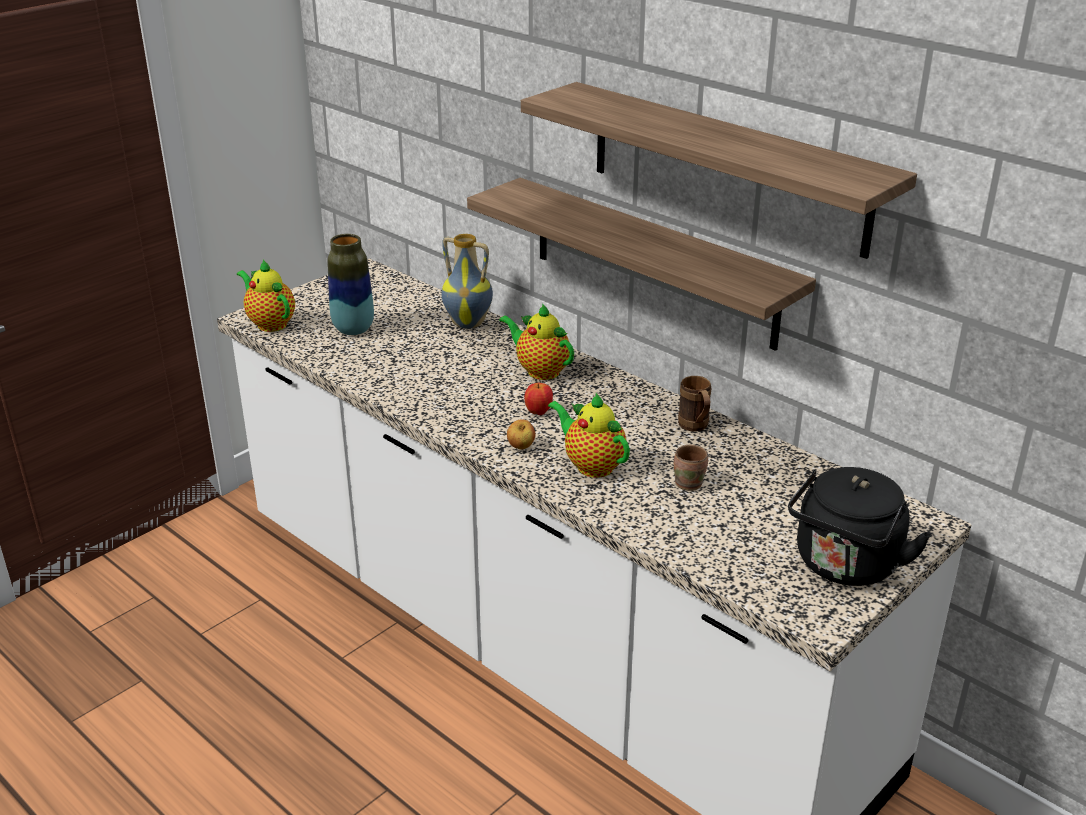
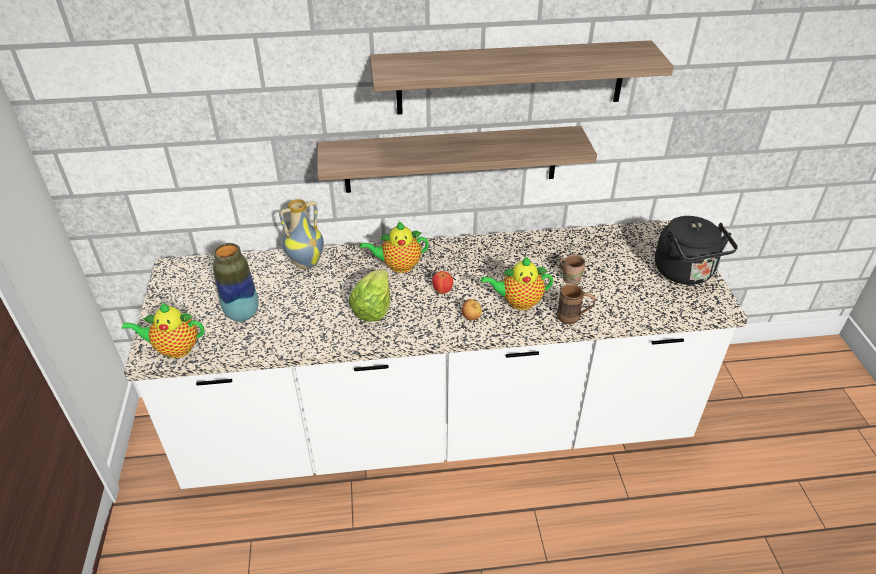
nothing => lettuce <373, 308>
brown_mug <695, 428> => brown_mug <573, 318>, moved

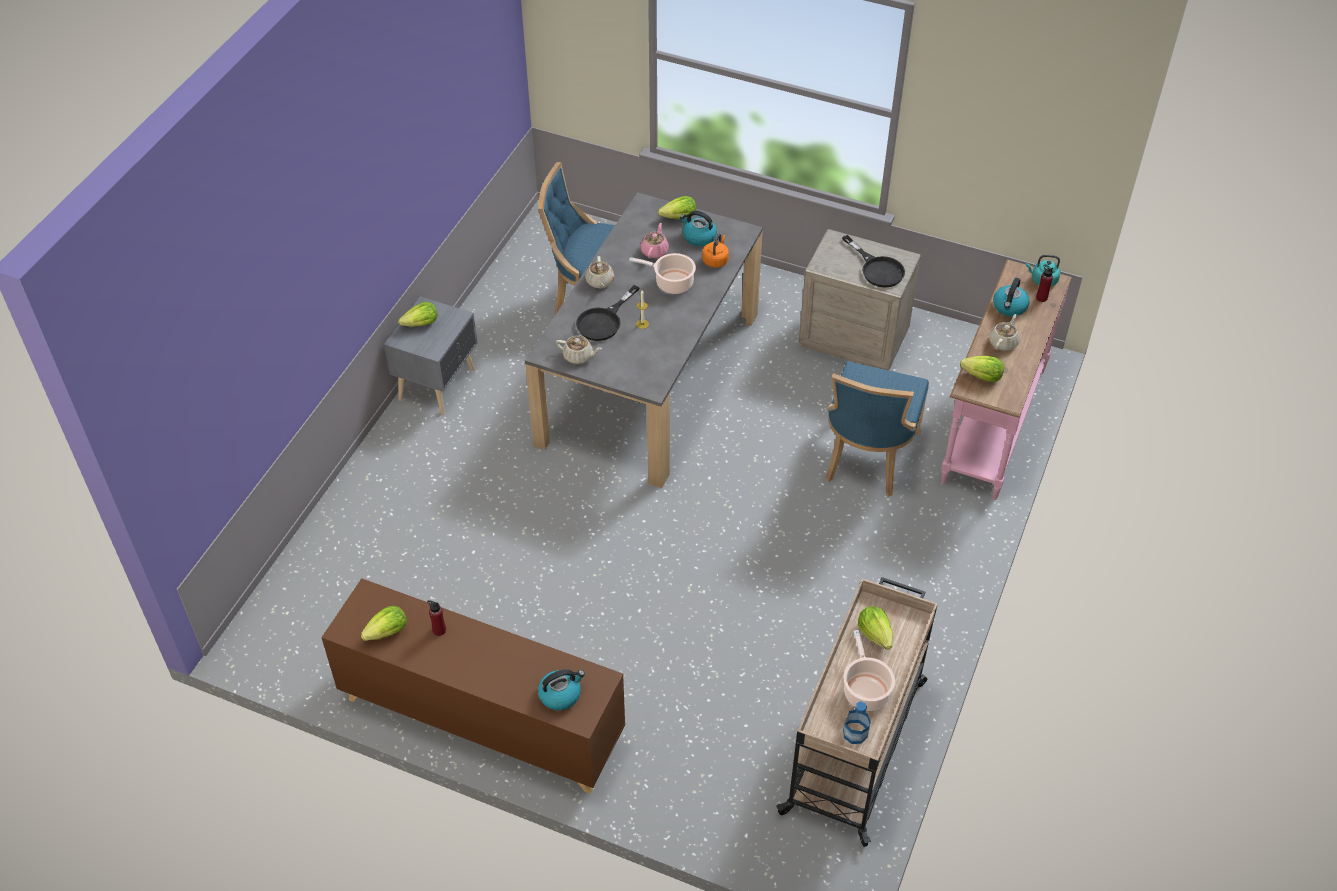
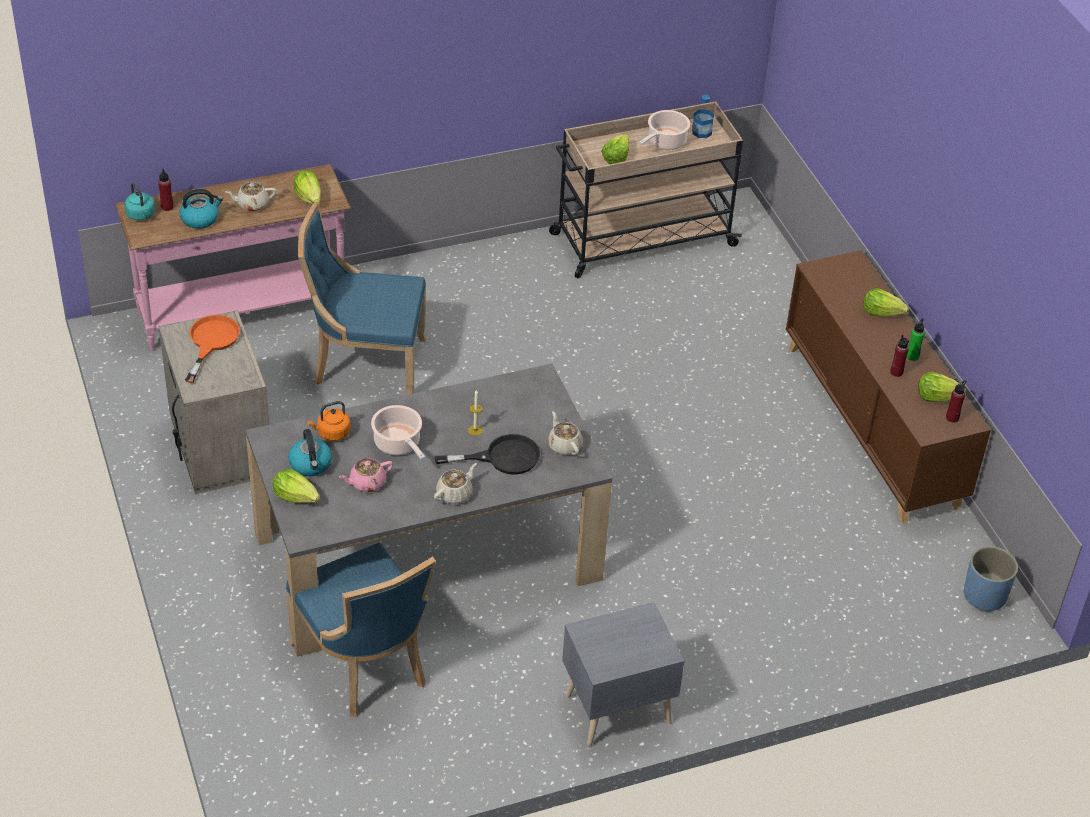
black_frying_pan <877, 269> => orange_frying_pan <211, 342>
blue_chair <867, 458> => blue_chair <365, 364>, 150 degrees counterclockwise
lettuce <421, 324> => lettuce <882, 312>, moved
nothing => green_bottle <912, 356>
nothing => red_bottle <952, 418>
nothing => blue_planter <984, 595>
kettle <560, 694> => nothing

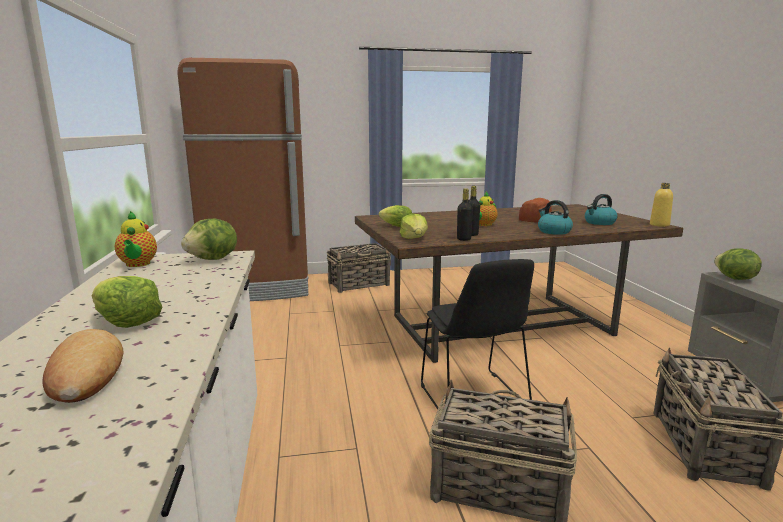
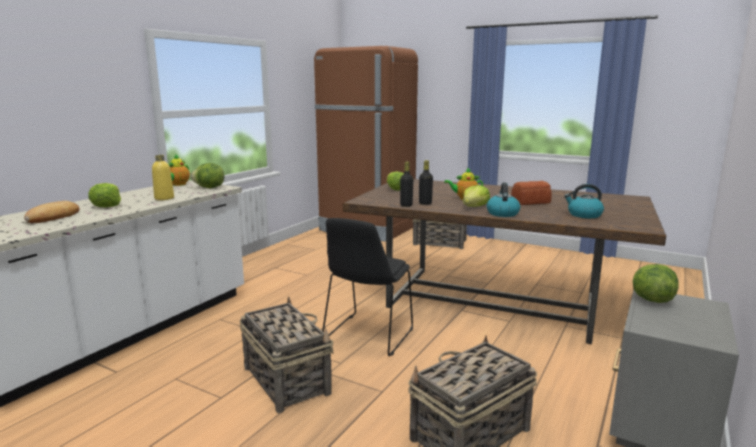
yellow_bottle <659, 225> => yellow_bottle <164, 198>, moved
lettuce <414, 238> => lettuce <474, 207>, moved

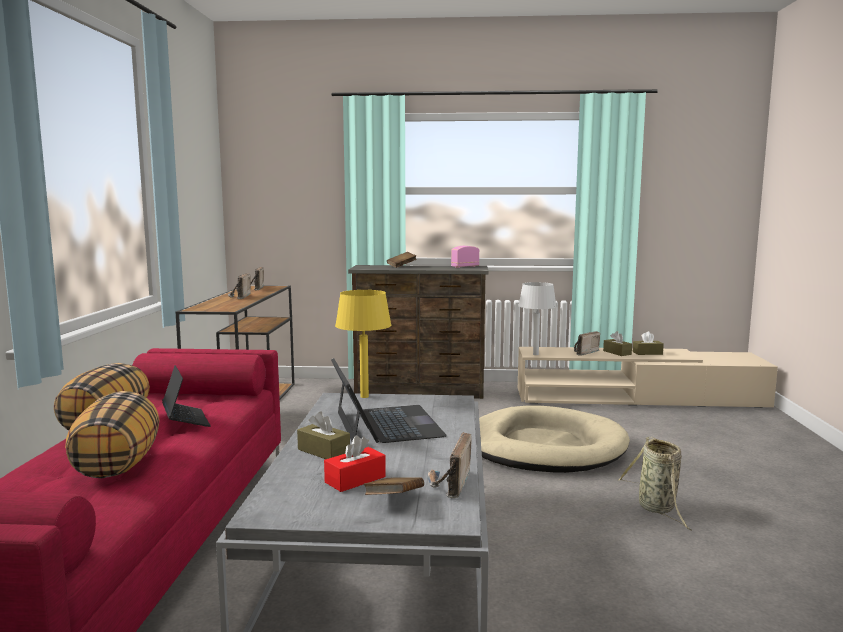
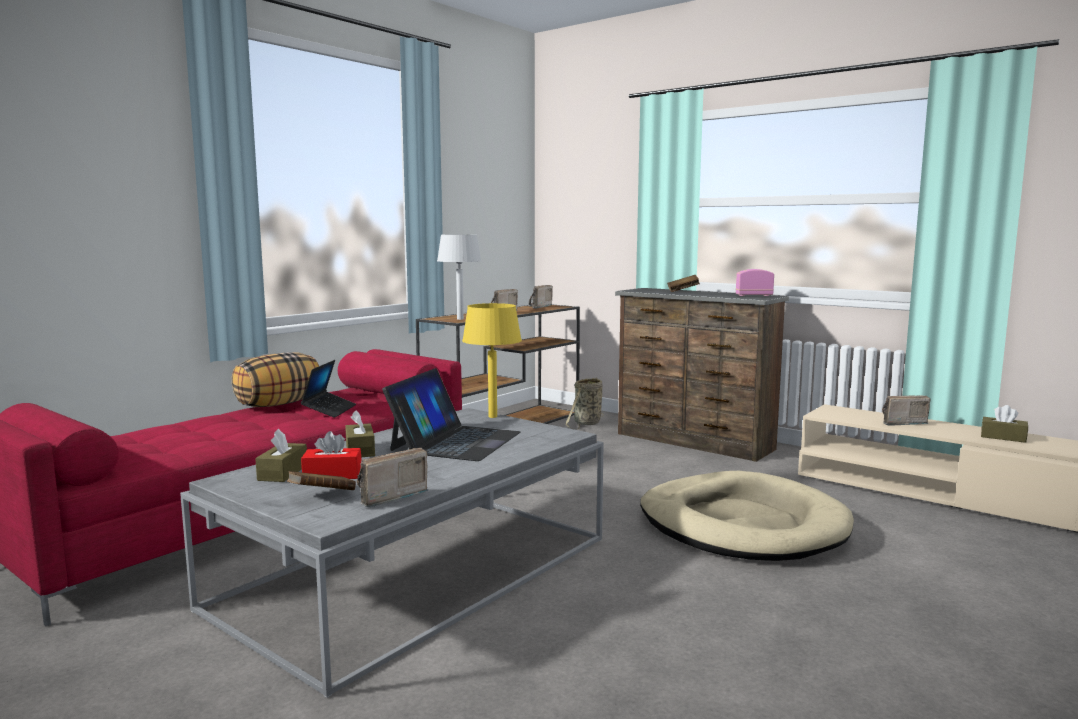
brown_tissue_box <617, 352> => brown_tissue_box <283, 472>, moved
grey_table_lamp <535, 354> => grey_table_lamp <459, 319>, moved
basket <658, 509> => basket <586, 423>, moved
pillow <117, 465> => nothing

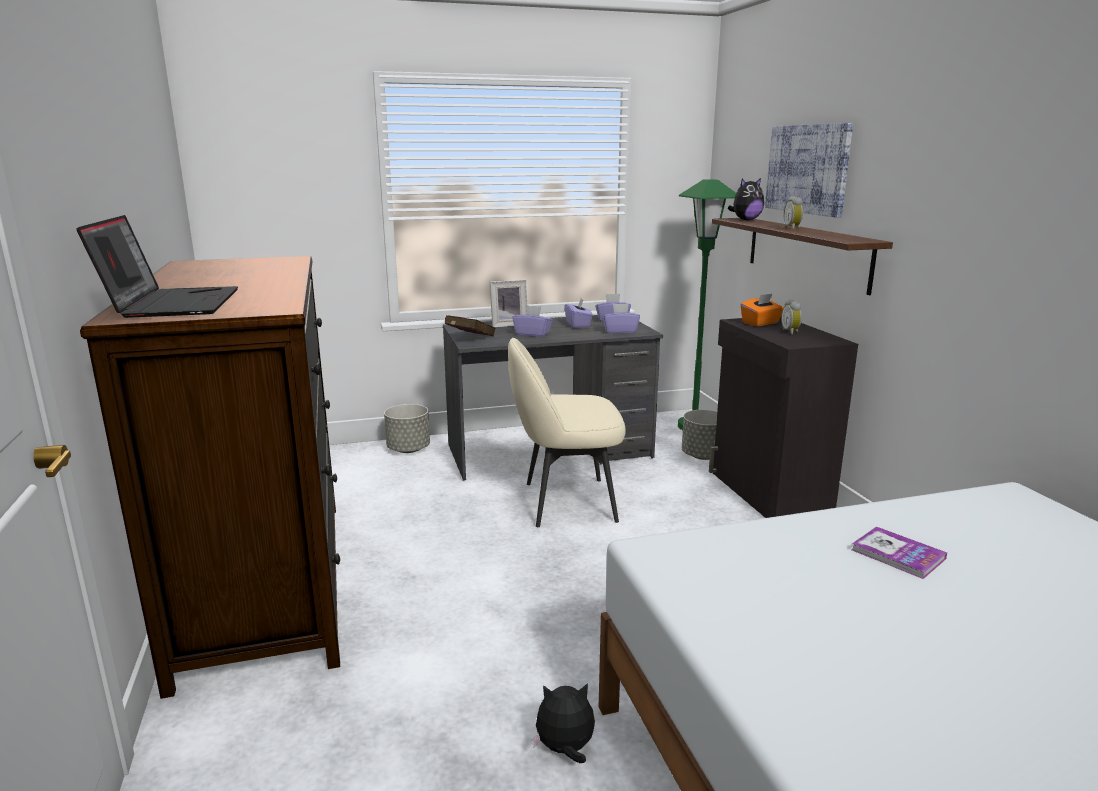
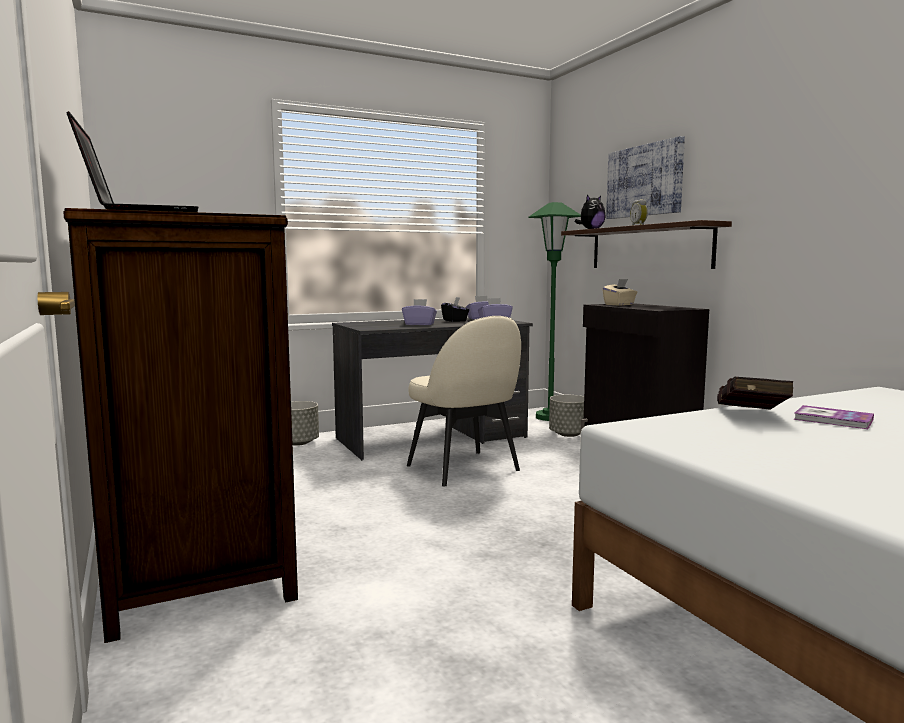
beige_chair <566, 502> => beige_chair <464, 469>, 105 degrees counterclockwise
purple_tissue_box <578, 325> => black_tissue_box <455, 321>
orange_tissue_box <761, 323> => beige_tissue_box <619, 304>
red_book <469, 340> => red_book <751, 415>, moved
picture_frame <508, 325> => nothing
plush_toy <565, 750> => nothing
alarm_clock <791, 332> => nothing

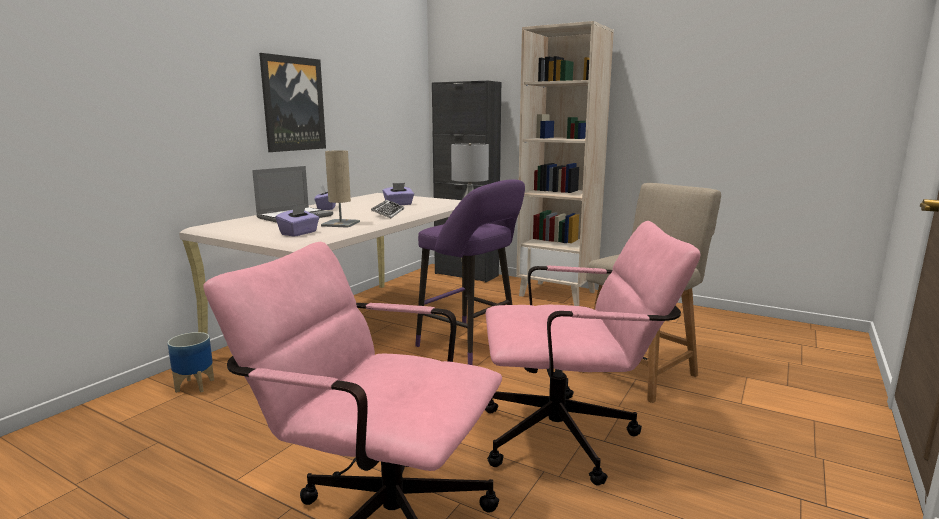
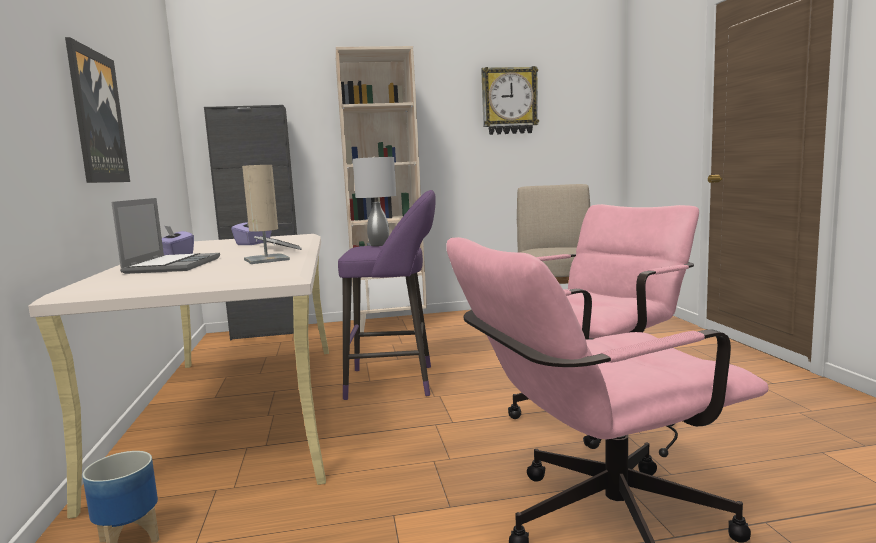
nothing => wall_clock <509, 101>
purple_tissue_box <299, 233> => nothing

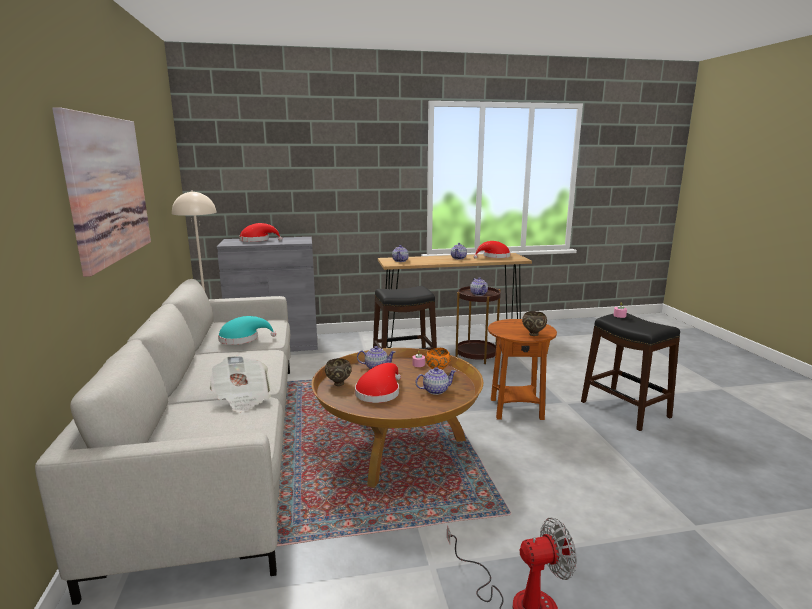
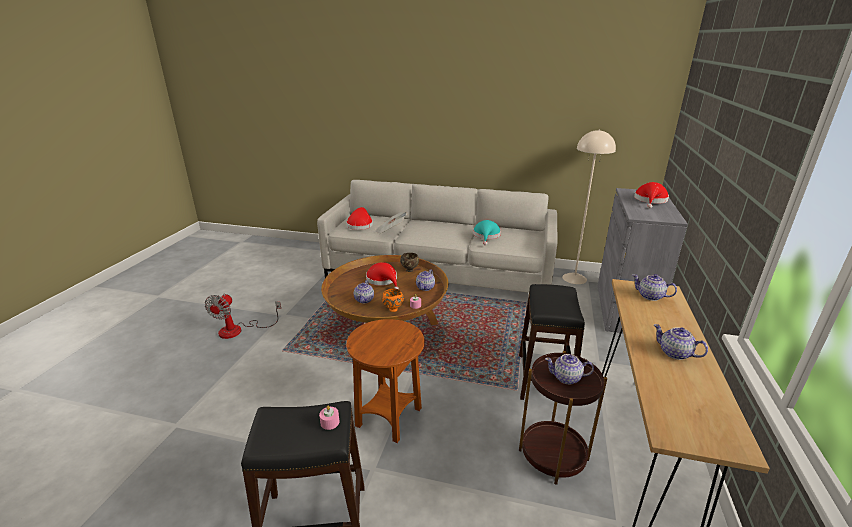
red_hat <494, 257> => red_hat <360, 225>, moved
picture <108, 188> => nothing
brown_bowl <533, 334> => nothing

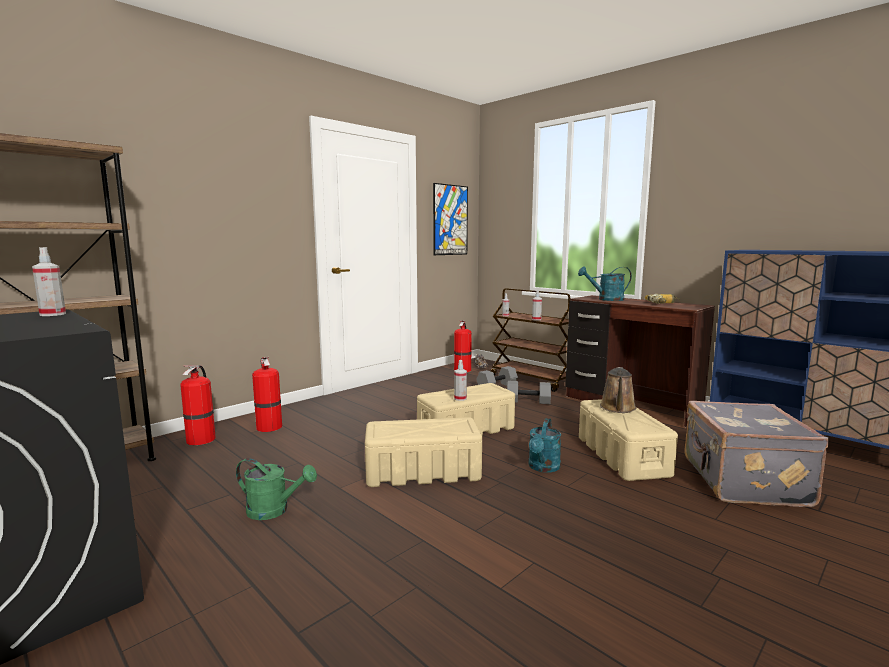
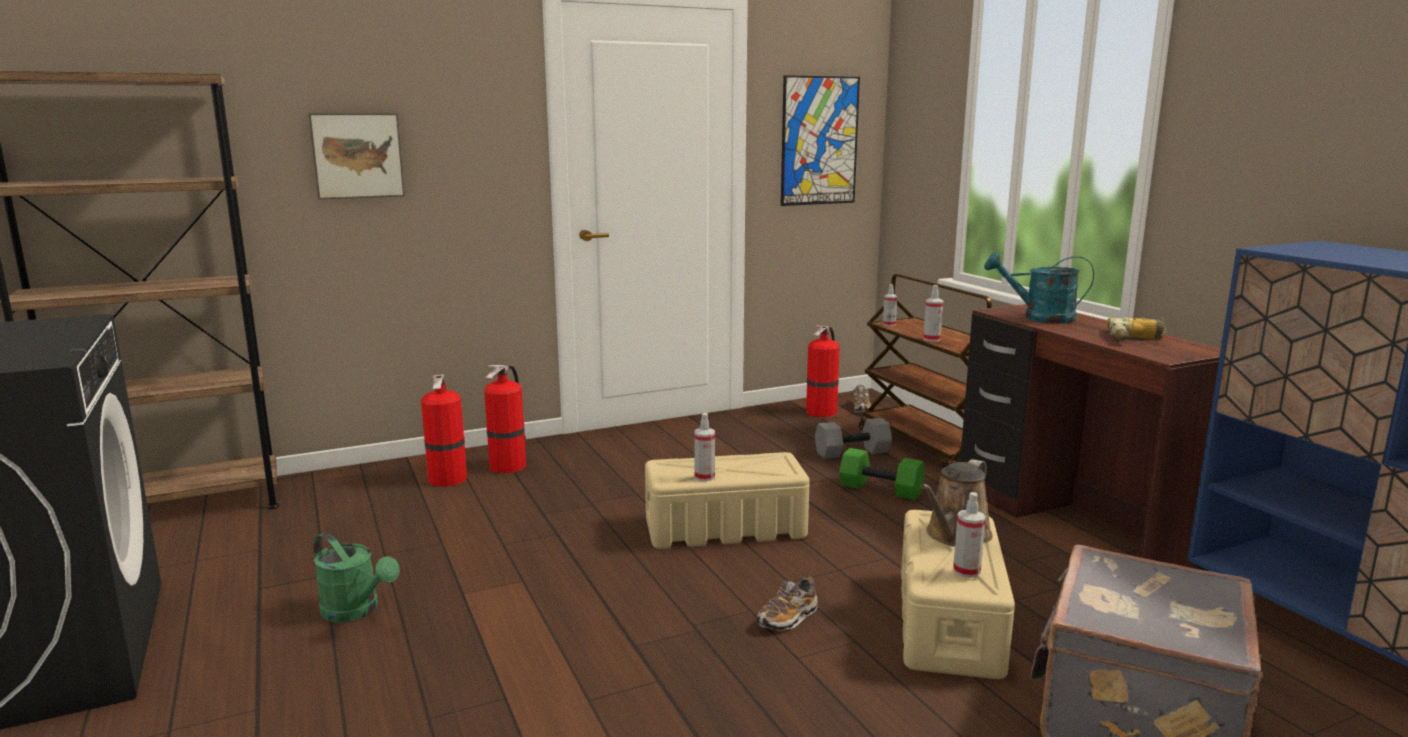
nothing => picture <357, 155>
fire_extinguisher <201, 439> => fire_extinguisher <509, 465>, moved
turquoise_watering_can <543, 468> => shoe <788, 618>
grey_dumbbell <528, 401> => green_dumbbell <882, 489>
spray_bottle <53, 314> => spray_bottle <966, 571>, moved
beige_storage_box <423, 472> => nothing

